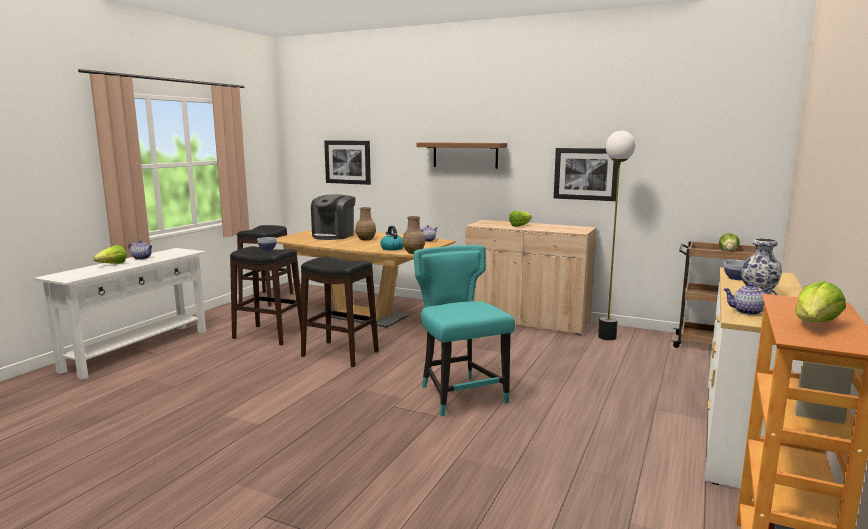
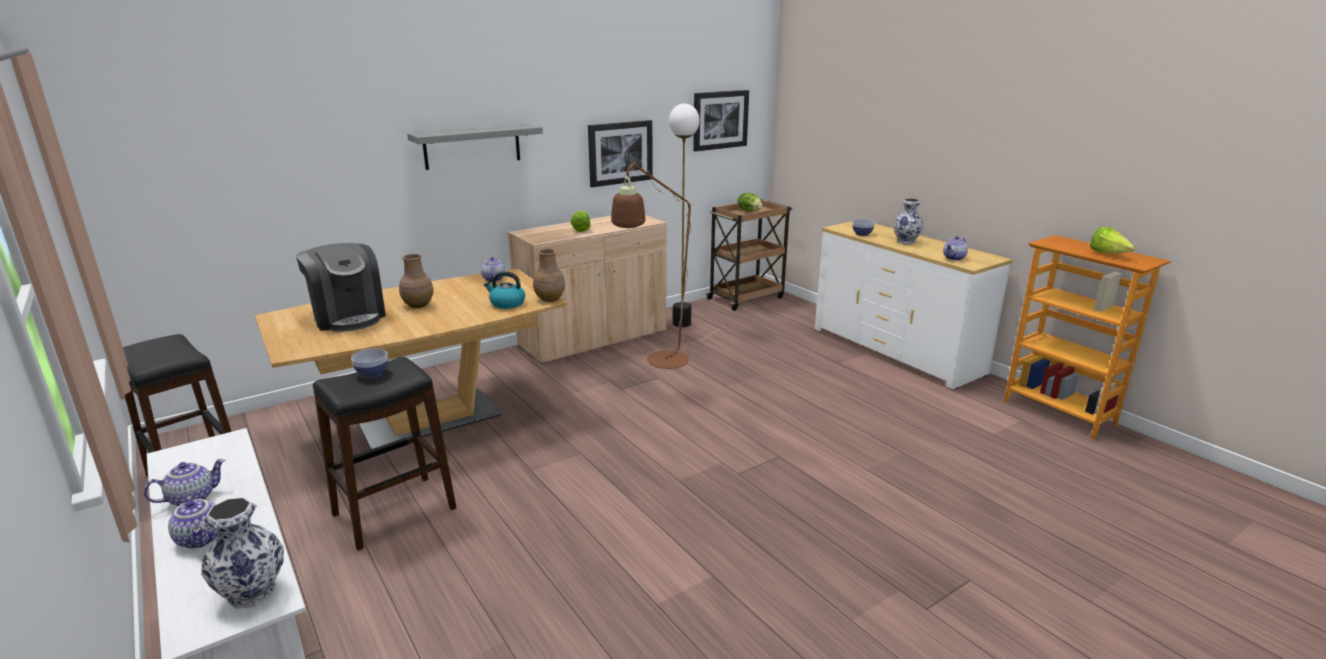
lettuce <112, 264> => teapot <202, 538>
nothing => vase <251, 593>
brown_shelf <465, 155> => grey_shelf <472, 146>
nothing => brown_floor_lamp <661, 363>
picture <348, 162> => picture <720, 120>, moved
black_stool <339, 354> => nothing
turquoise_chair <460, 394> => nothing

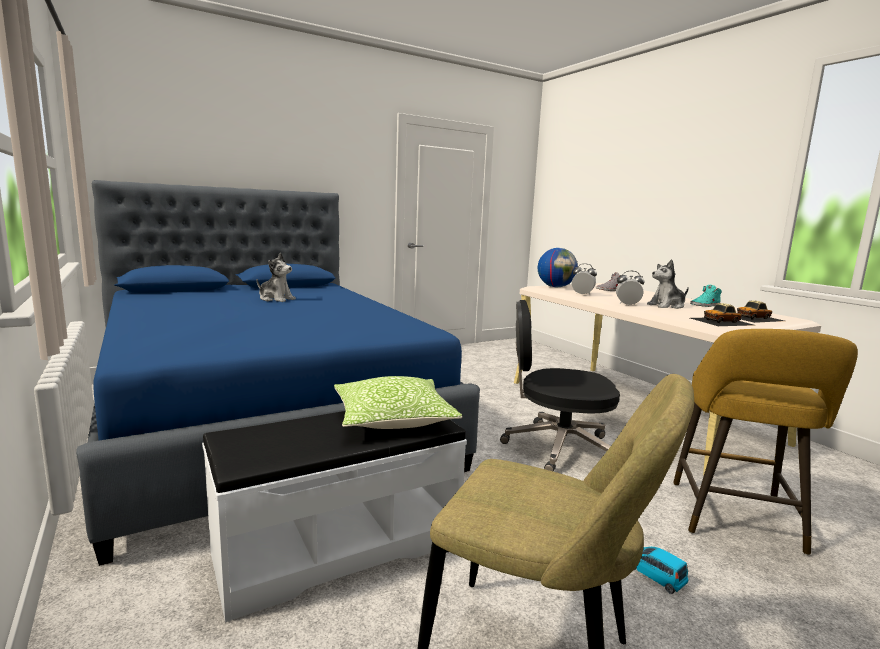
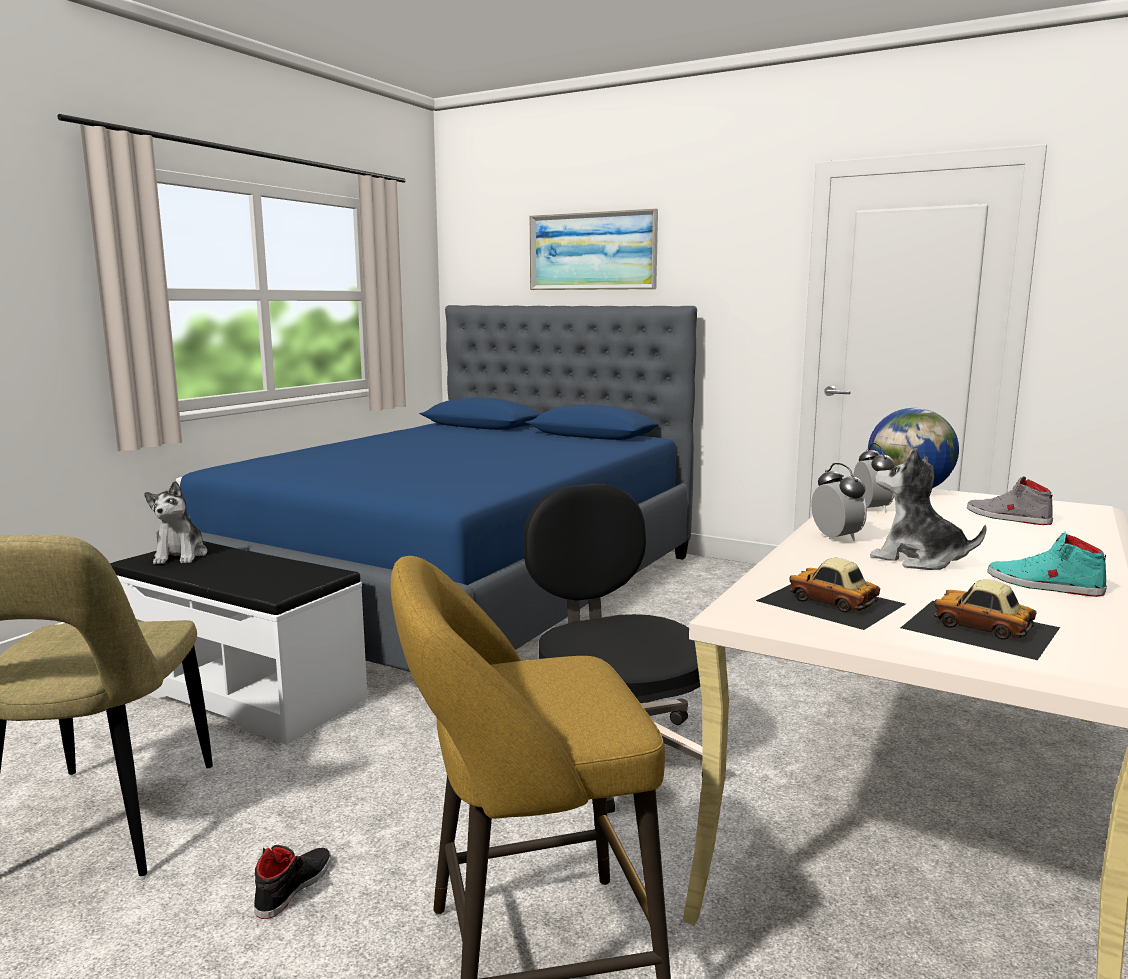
plush_toy <276, 299> => plush_toy <181, 556>, moved
blue_toy_car <655, 575> => black_shoe <293, 886>
nothing => picture <592, 251>
pillow <393, 419> => nothing

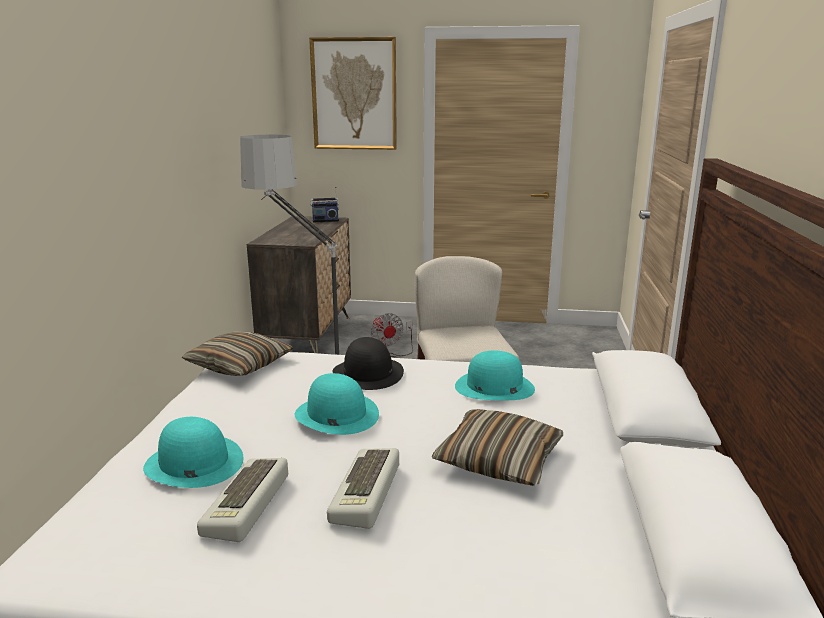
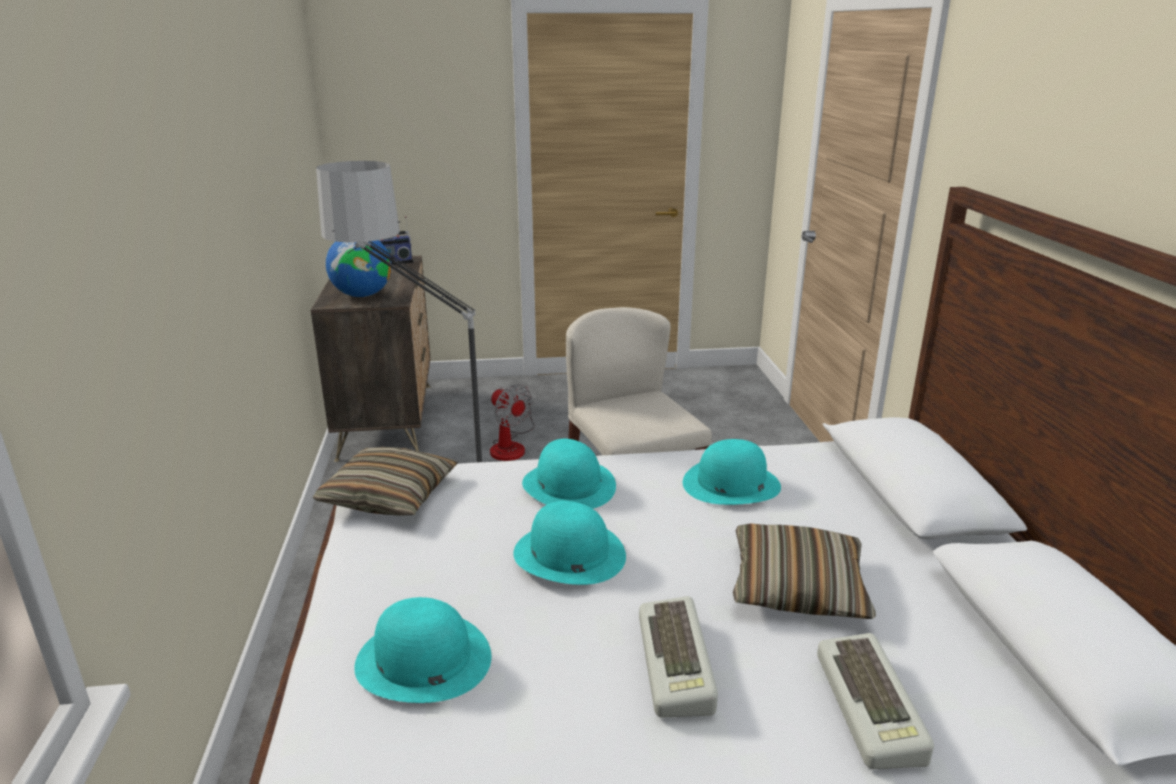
nothing => globe <362, 295>
black_hat <368, 373> => turquoise_hat <569, 485>
keyboard <248, 505> => keyboard <873, 708>, moved
picture <354, 94> => nothing

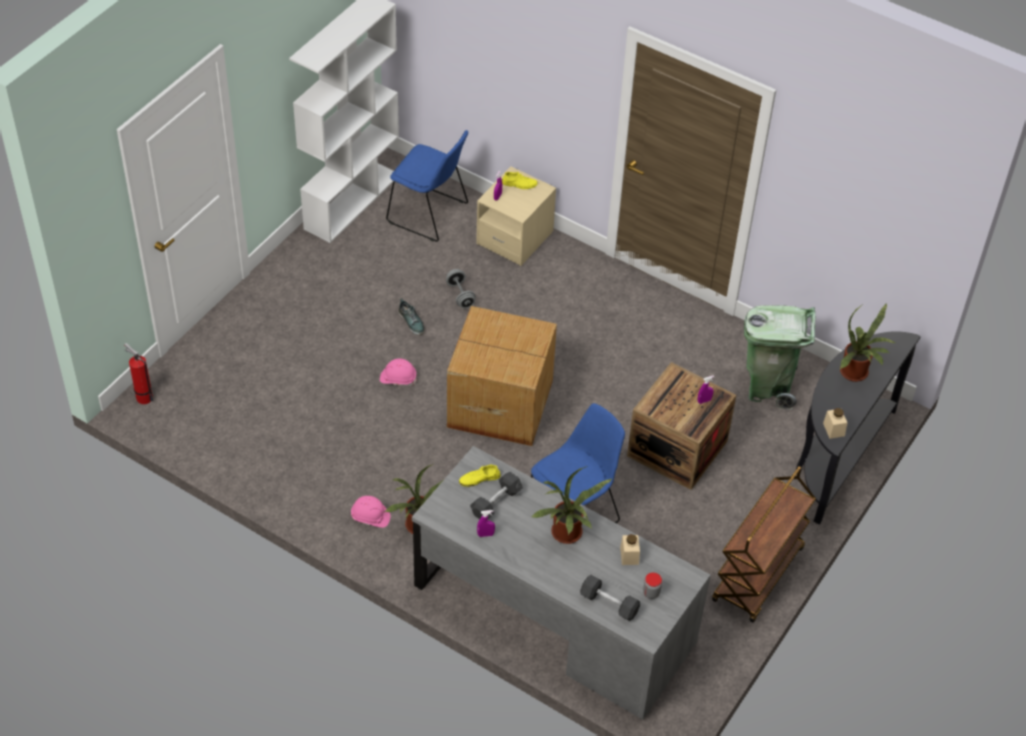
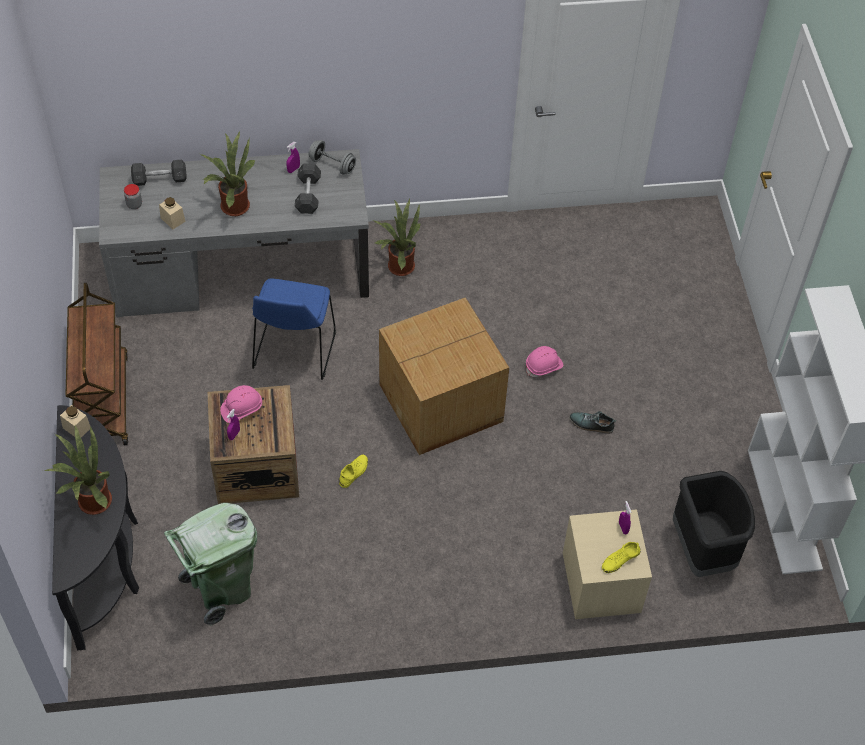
pink_hard_hat <370, 517> => pink_hard_hat <241, 409>, moved
grey_dumbbell <460, 295> => grey_dumbbell <332, 165>, moved
yellow_shoe <479, 479> => yellow_shoe <354, 472>, moved
blue_chair <430, 214> => black_trash_can <703, 549>
fire_extinguisher <143, 396> => nothing

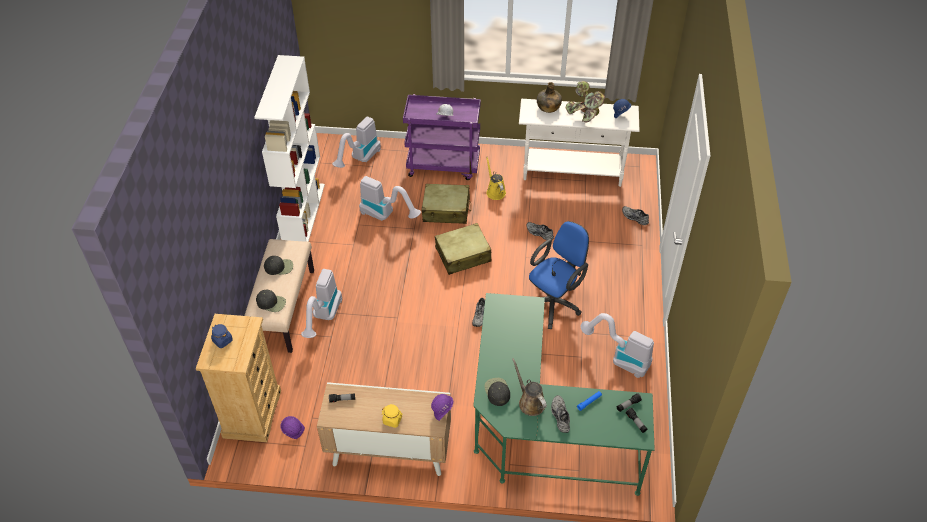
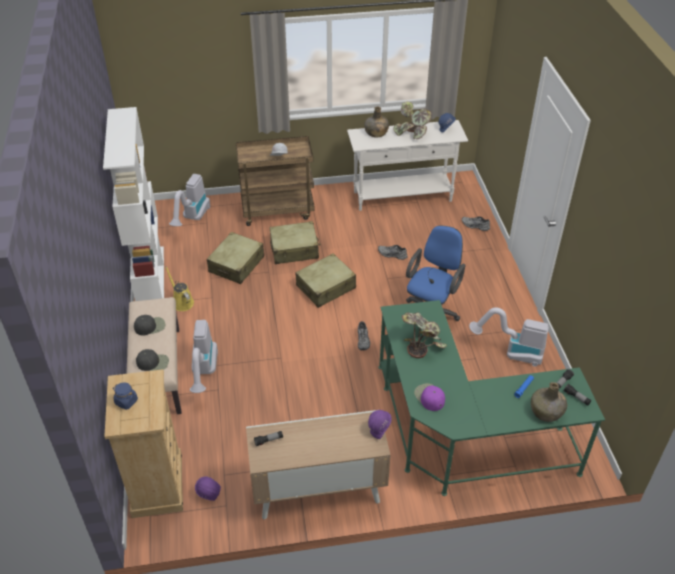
yellow_watering_can <495, 191> => yellow_watering_can <182, 302>, moved
vacuum_cleaner <386, 215> => beige_suitcase <237, 264>
purple_cart <444, 165> => brown_cart <278, 210>
nothing => potted_plant <421, 342>
black_cap <497, 391> => purple_cap <429, 397>
nothing => green_bottle <546, 411>
yellow_jar <392, 420> => nothing
brown_watering_can <530, 402> => nothing
grey_shoe <559, 416> => nothing

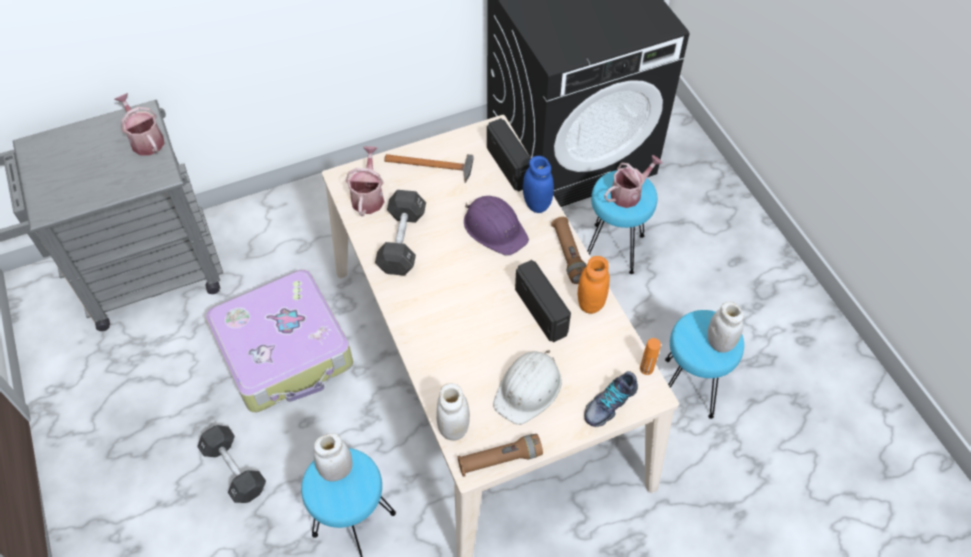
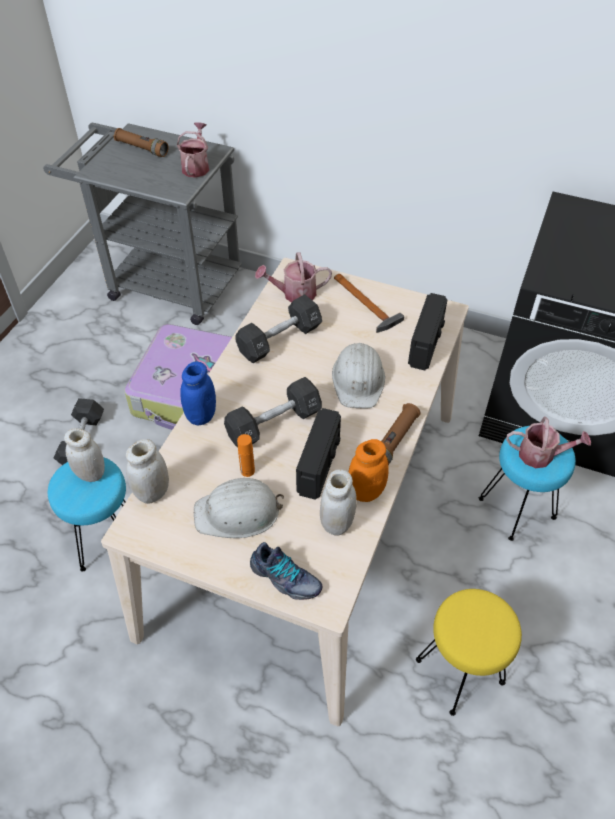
brown_flashlight <499, 459> => brown_flashlight <142, 149>, moved
blue_jar <537, 204> => blue_jar <201, 415>, moved
nothing => black_dumbbell <274, 424>
orange_bottle <646, 369> => orange_bottle <247, 471>, moved
shoe <609, 403> => shoe <285, 578>, 150 degrees counterclockwise
watering_can <368, 196> => watering_can <294, 294>, 150 degrees counterclockwise
white_jar <719, 343> => white_jar <337, 523>, moved
purple_hard_hat <495, 228> => white_hard_hat <358, 380>
turquoise_stool <690, 388> => yellow_stool <460, 672>

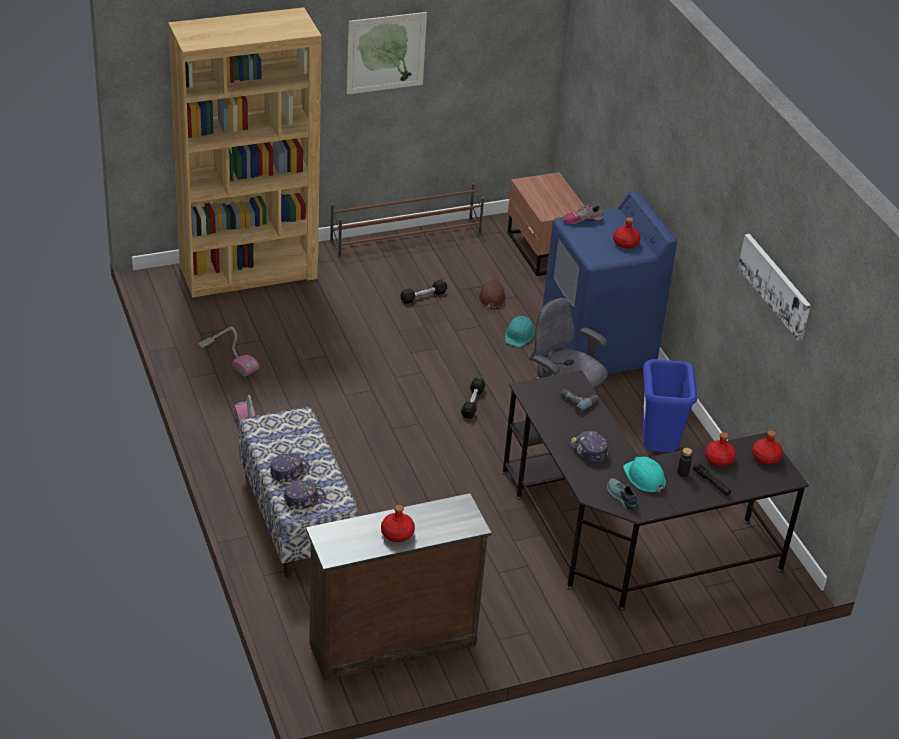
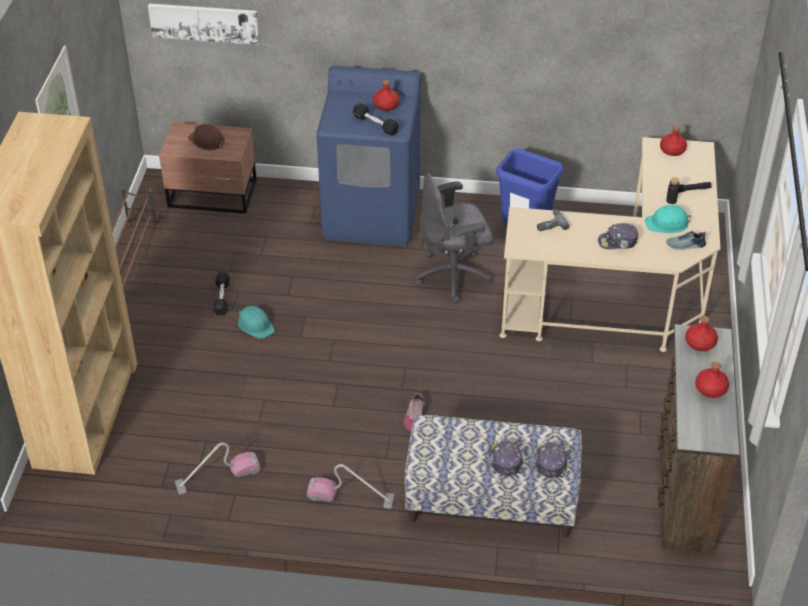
picture <775, 285> => picture <204, 22>, moved
brown_hard_hat <491, 297> => brown_hard_hat <207, 141>, moved
turquoise_hard_hat <519, 335> => turquoise_hard_hat <255, 325>, moved
black_dumbbell <472, 403> => black_dumbbell <375, 124>, moved
shoe <582, 219> => shoe <414, 416>, moved
black_desk <627, 541> => beige_desk <624, 294>
red_bottle <719, 459> => red_bottle <700, 342>, moved

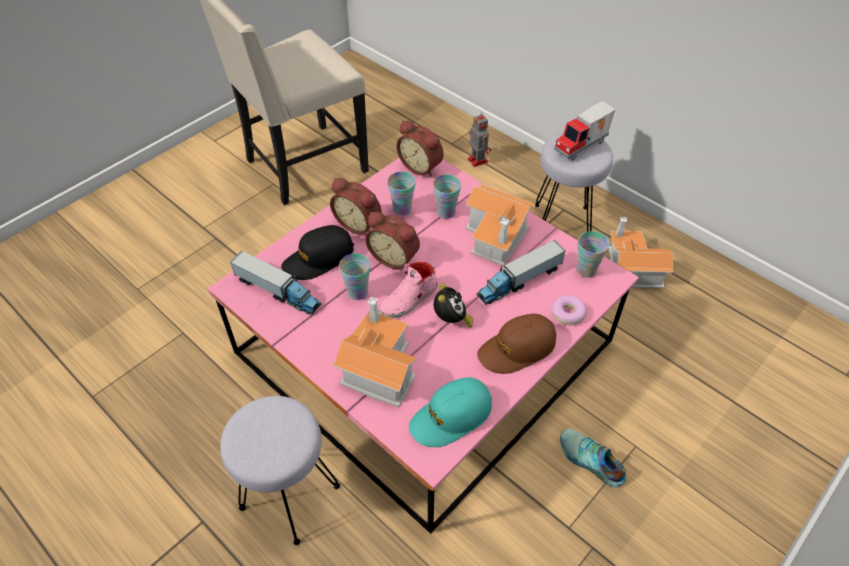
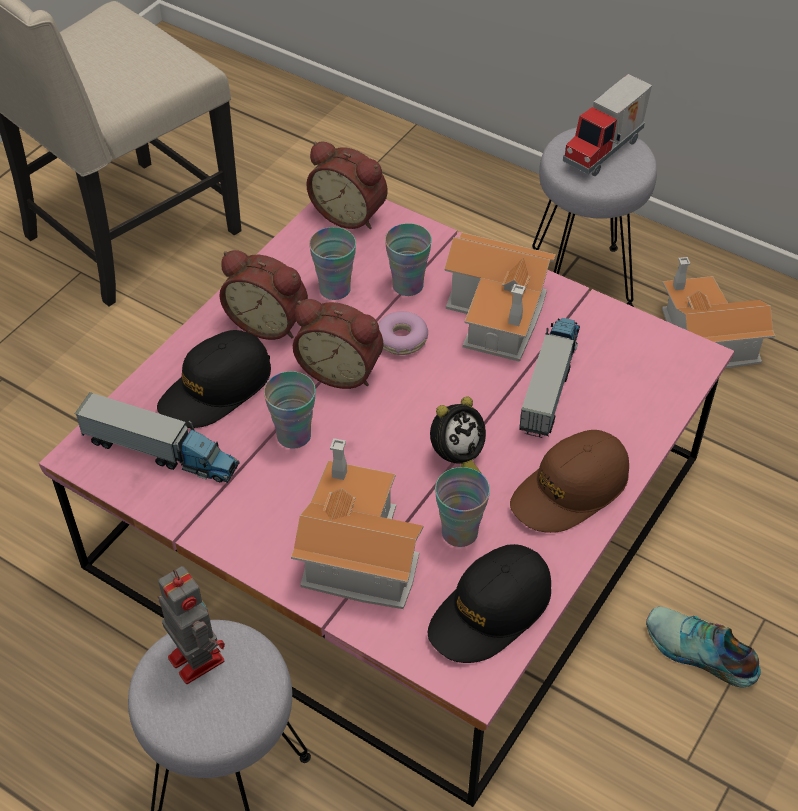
toy_robot <477, 160> => toy_robot <194, 657>, moved
donut <568, 314> => donut <401, 340>, moved
turquoise_cap <451, 417> => black_cap <490, 611>
alarm_clock <451, 320> => alarm_clock <456, 459>, 60 degrees clockwise
cup <586, 270> => cup <459, 532>, moved
toy_truck <519, 281> => toy_truck <550, 382>, 150 degrees clockwise
pink_shoe <409, 299> => nothing

